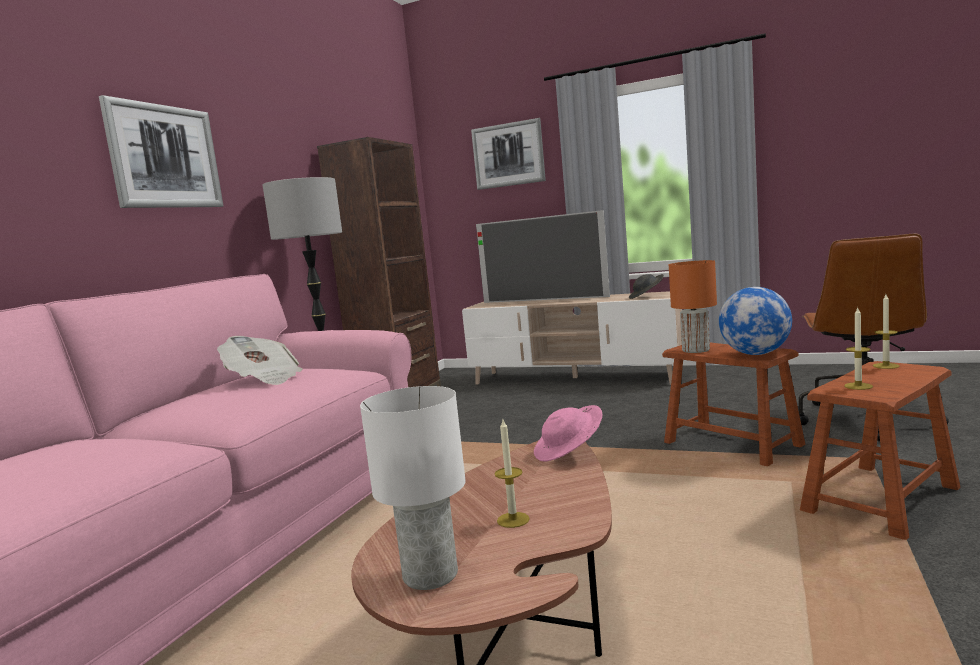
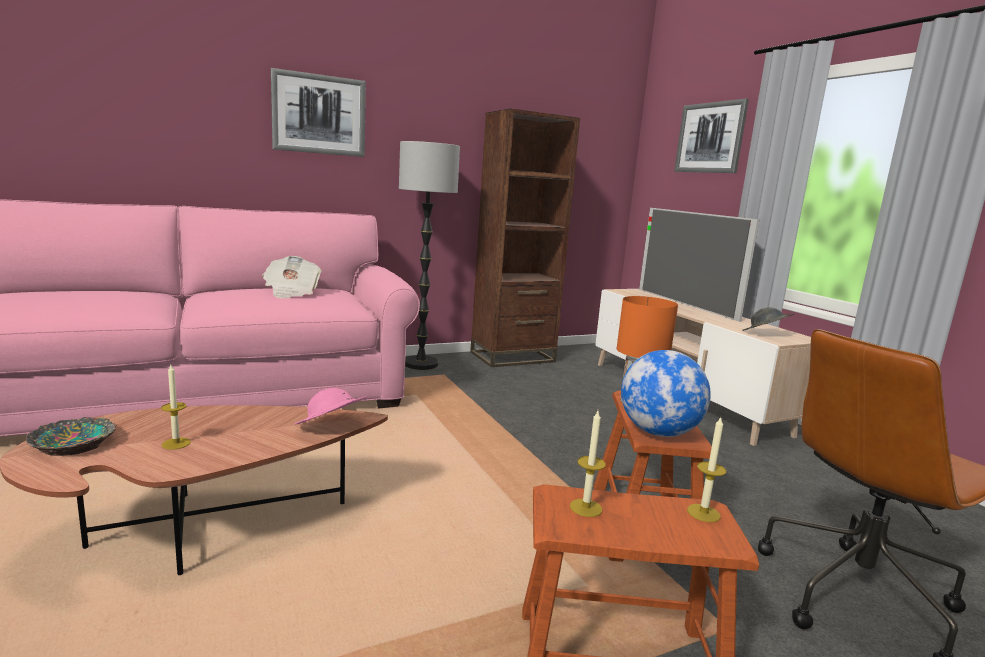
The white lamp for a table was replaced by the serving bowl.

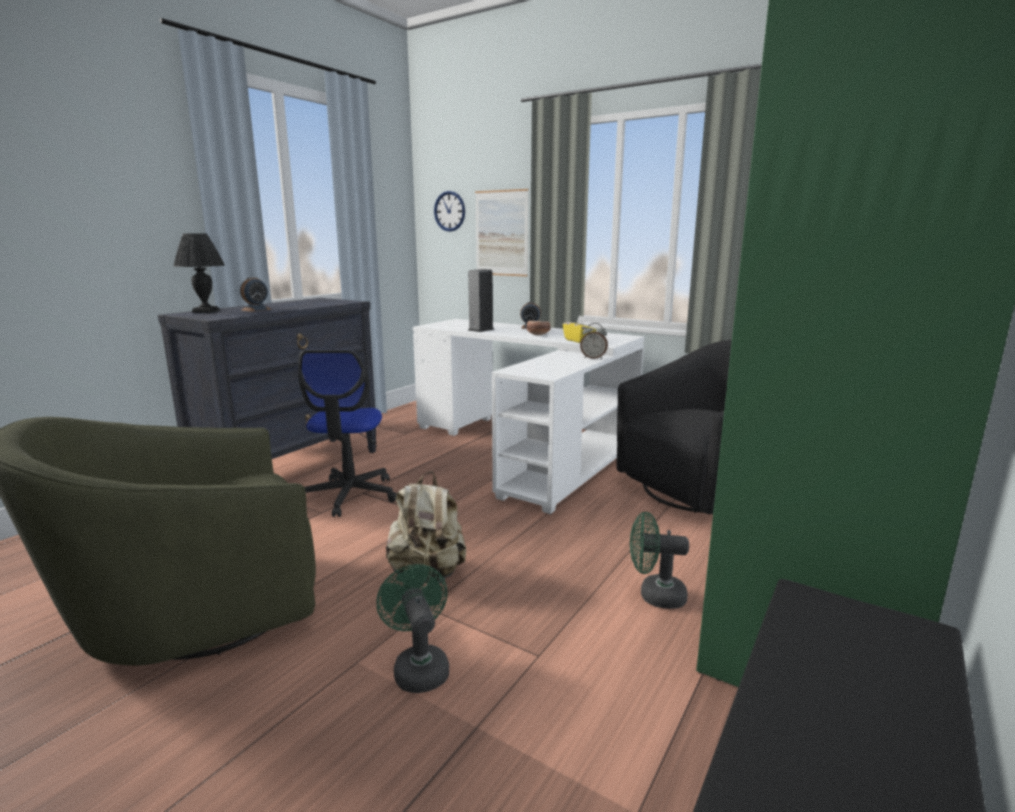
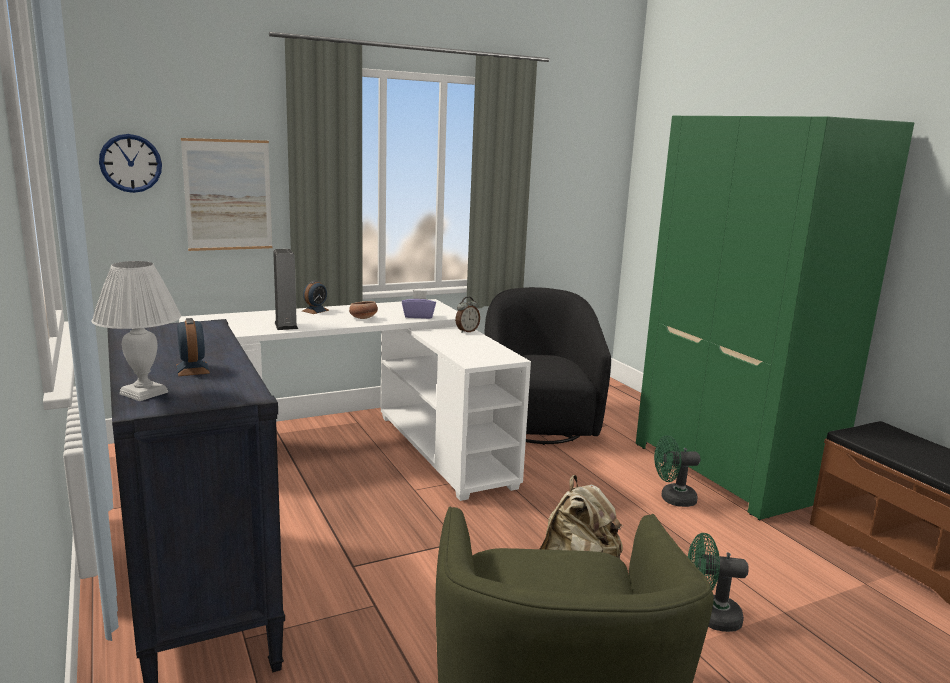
The blackish lamp for a table became the white lamp for a table.
The office chair disappeared.
The yellow tissue box became the purplish tissue box.
The green electric fan (2nd from left in the first image) turned 45 degrees clockwise.

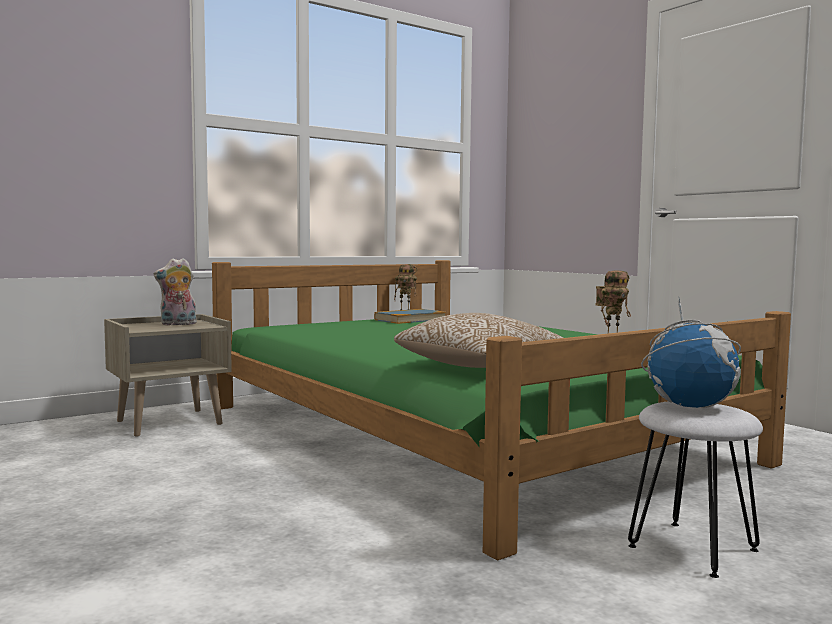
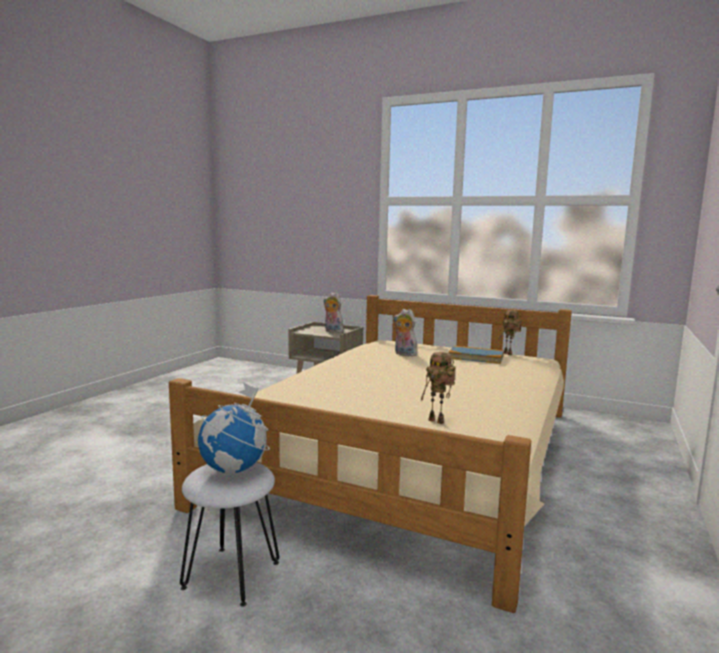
The green bedroom bed became the beige-coloured bedroom bed.
The pillow disappeared.
The cuddly toy (2nd from left) appeared.

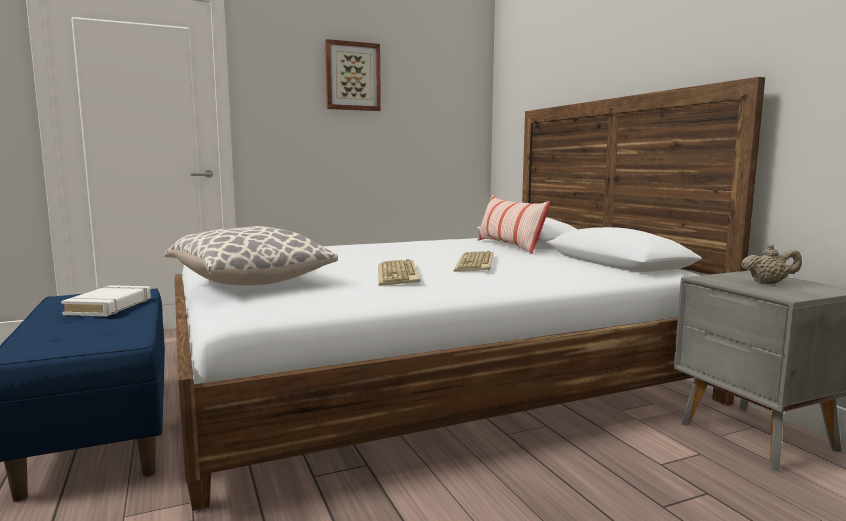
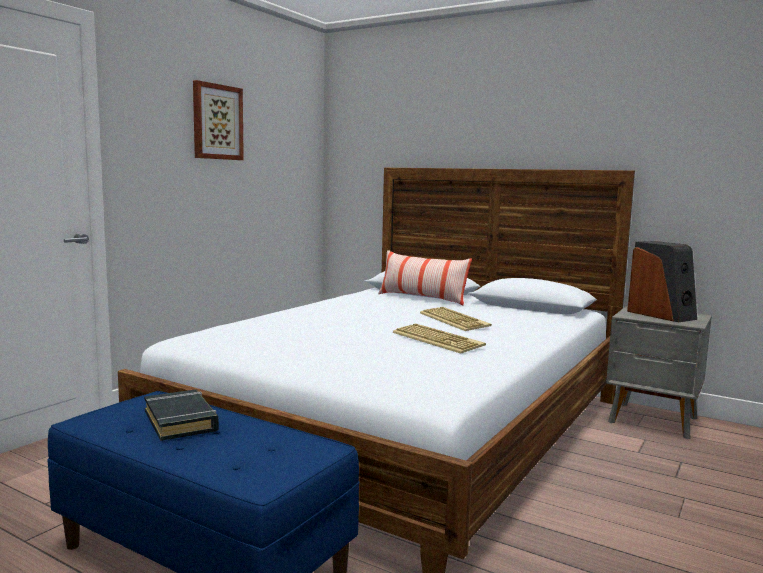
The white volume became the blackish volume.
The pillow (1st from left) disappeared.
The beige-coloured pot for tea was replaced by the loudspeaker.

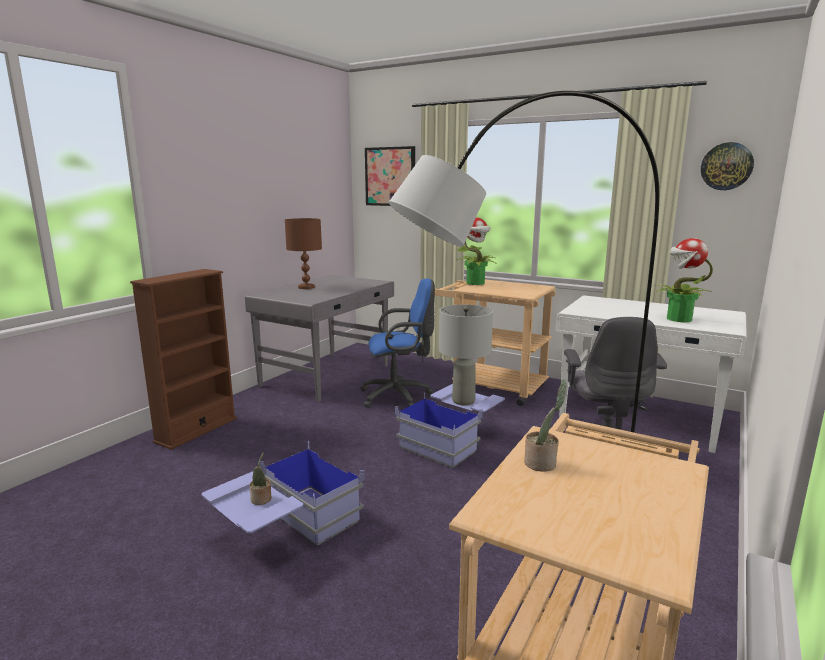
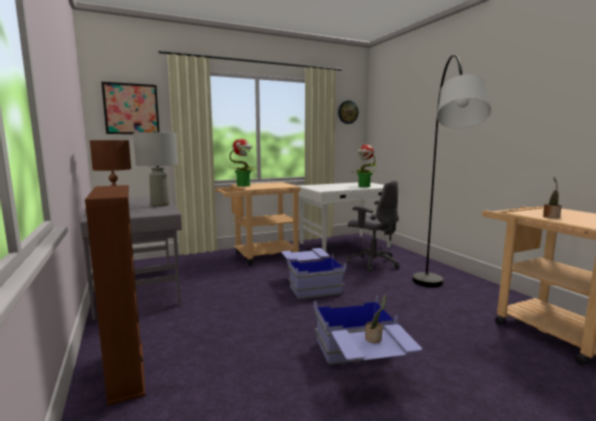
The bluish office chair disappeared.
The greyish lamp for a table moved.

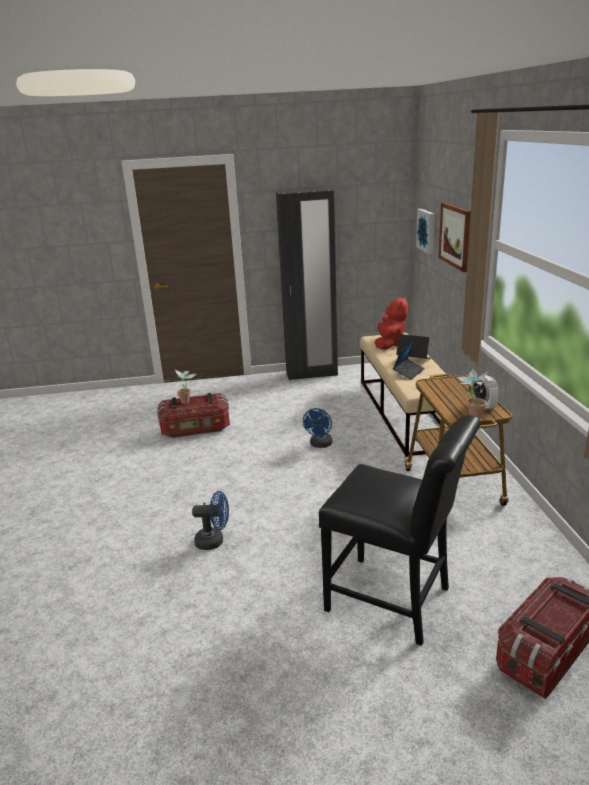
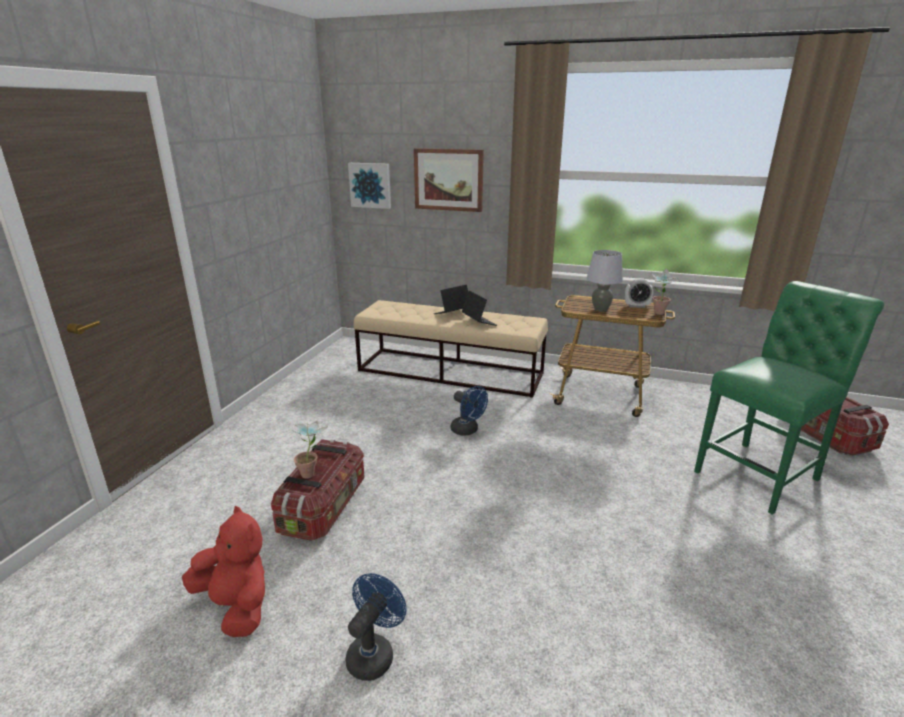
The bluish electric fan (1st from left) moved.
The blackish clothes cupboard disappeared.
The blackish plain chair became the green plain chair.
The red cuddly toy moved.
The greyish lamp for a table appeared.

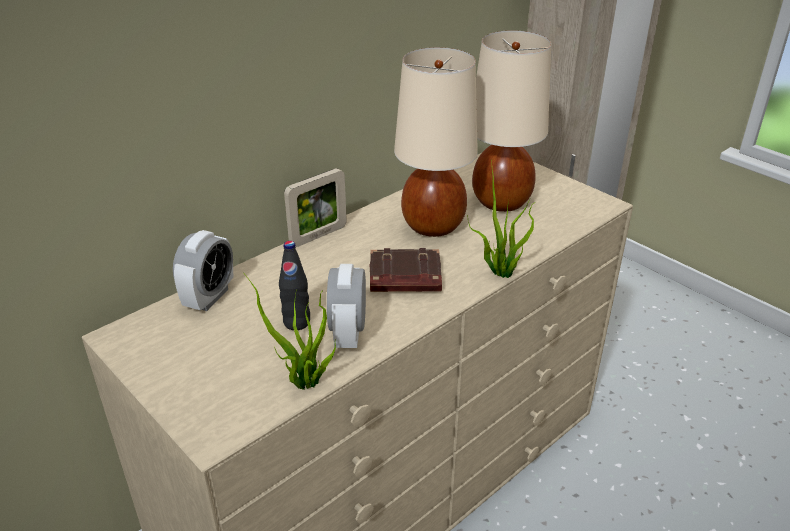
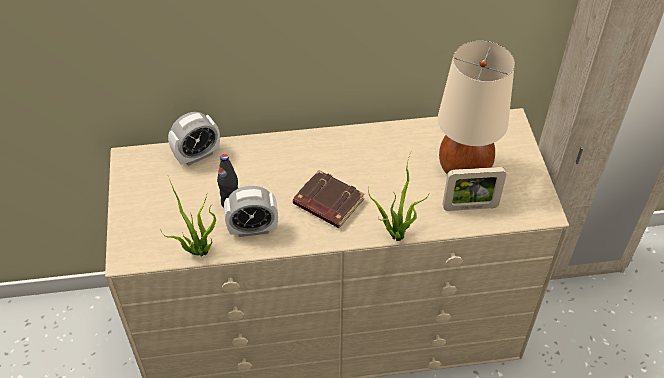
The photo frame moved.
The alarm clock (2nd from left) turned 135 degrees counterclockwise.
The beige-coloured lamp for a table (1st from left) disappeared.

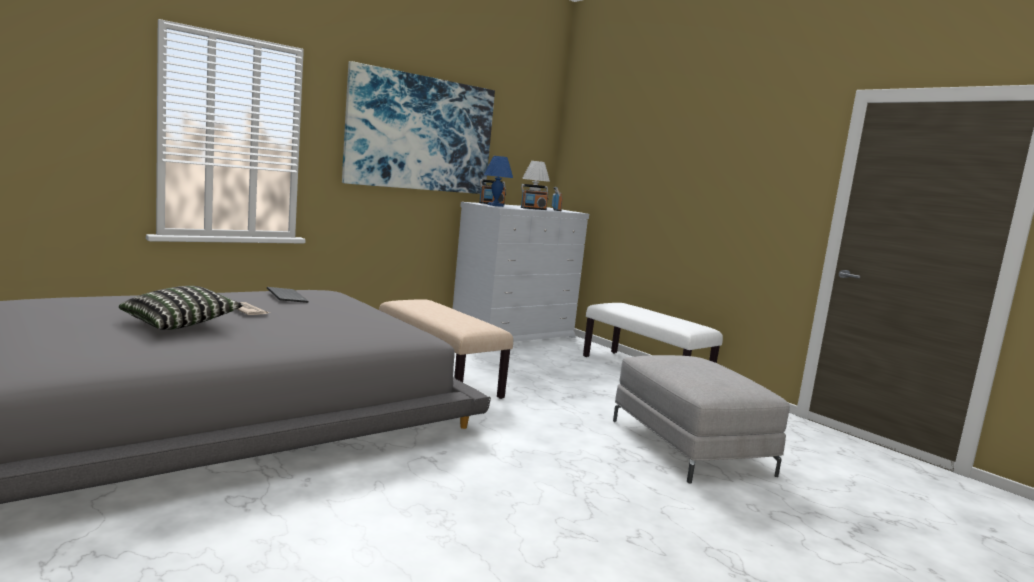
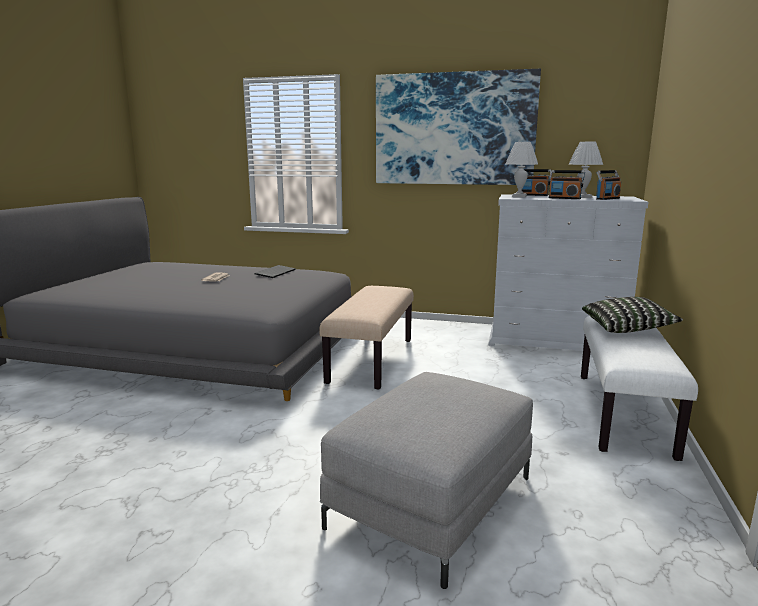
The pillow moved.
The bluish lamp for a table became the white lamp for a table (1st from left).

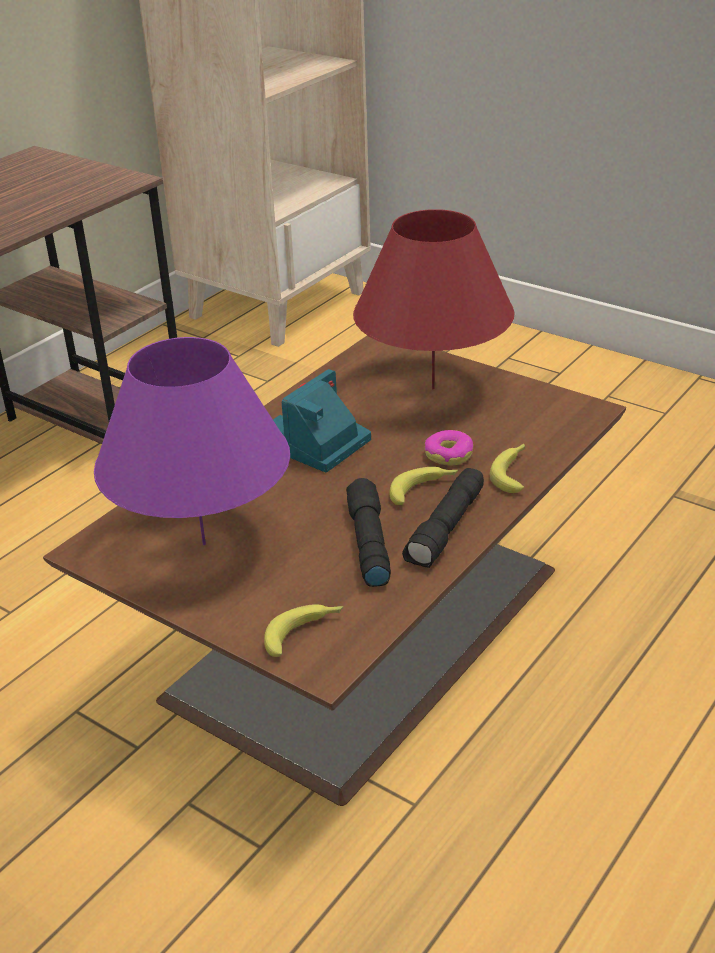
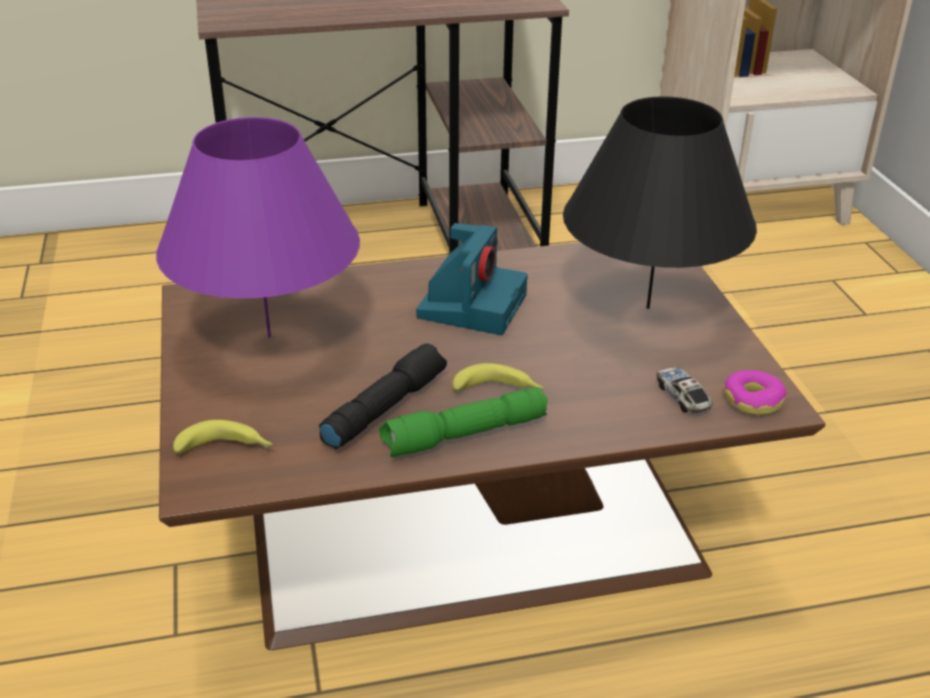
The photo camera turned 120 degrees clockwise.
The red lamp for a table became the blackish lamp for a table.
The blackish hand torch (2nd from left) became the green hand torch.
The donut moved.
The whole banana (3rd from left) disappeared.
The toy car appeared.

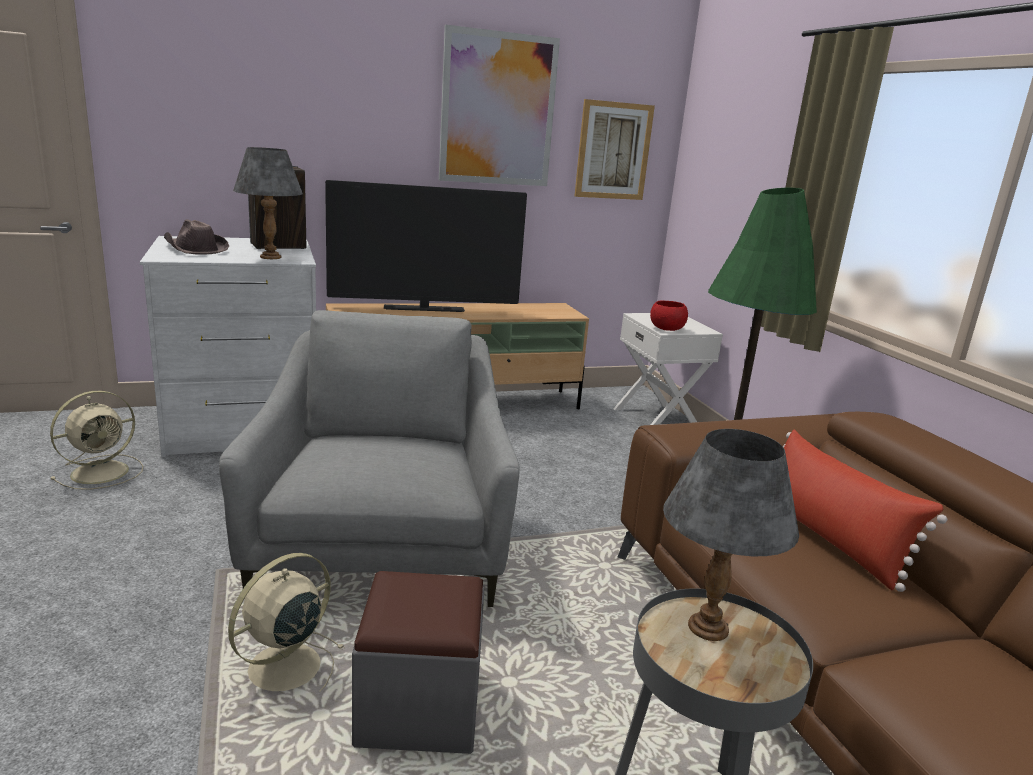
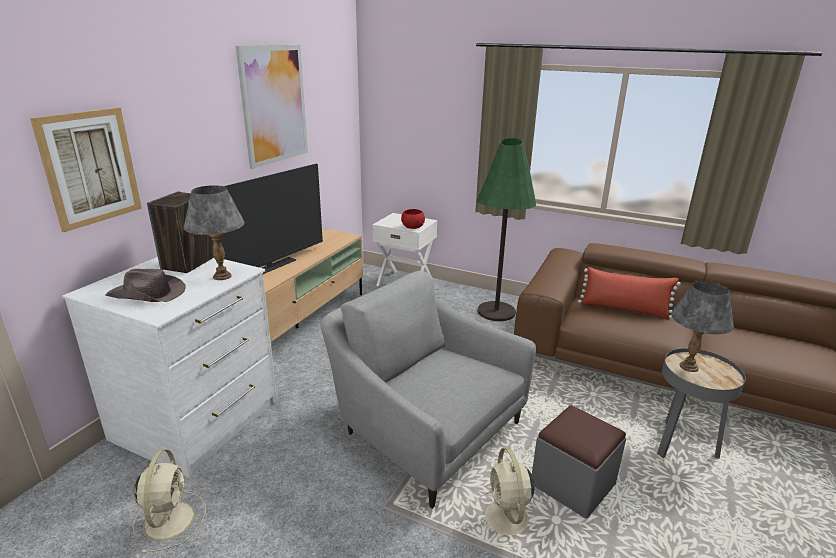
The picture (2nd from left in the first image) moved.

